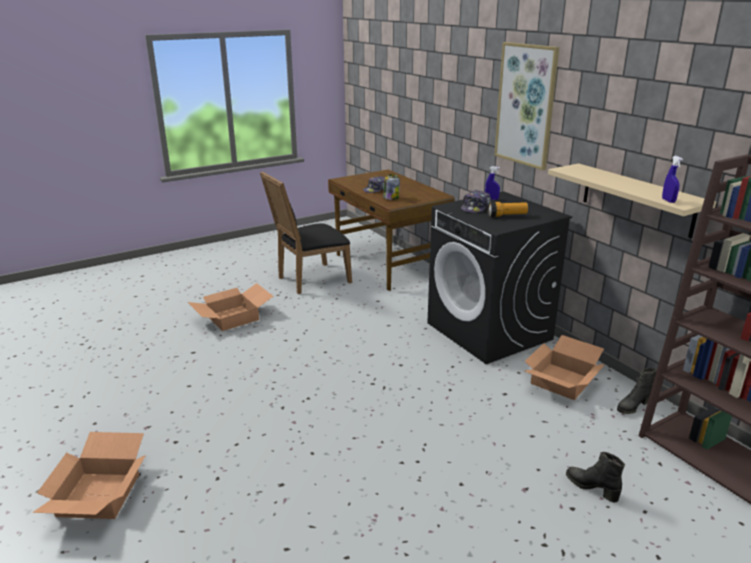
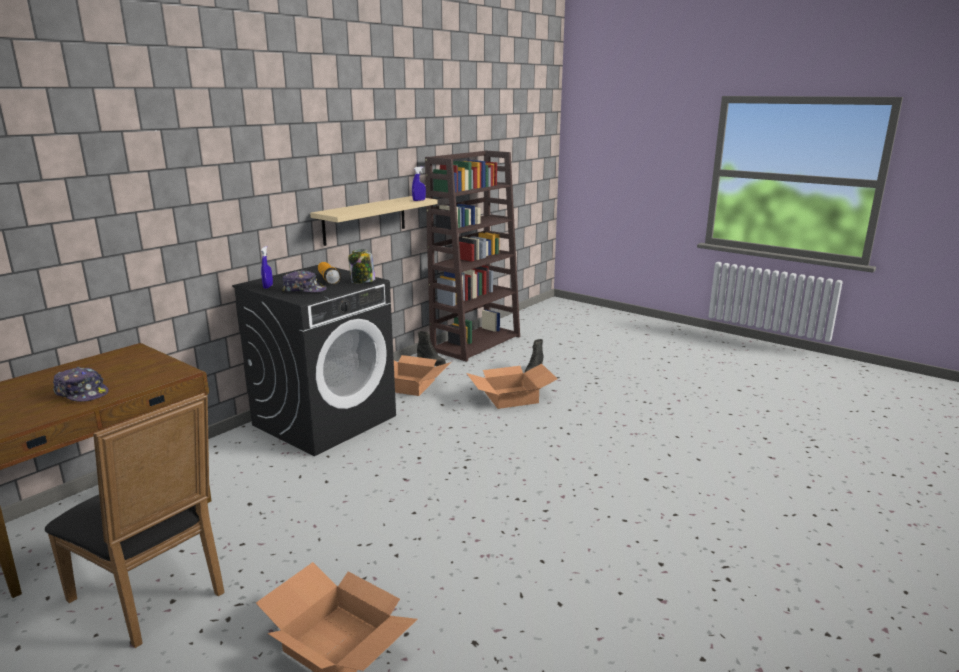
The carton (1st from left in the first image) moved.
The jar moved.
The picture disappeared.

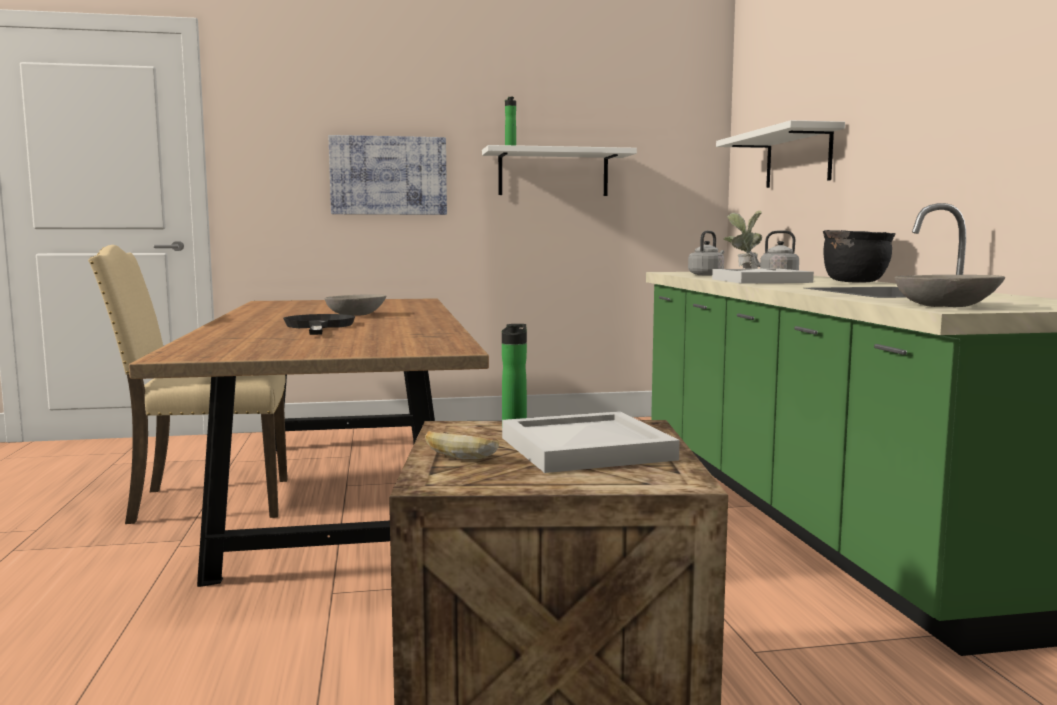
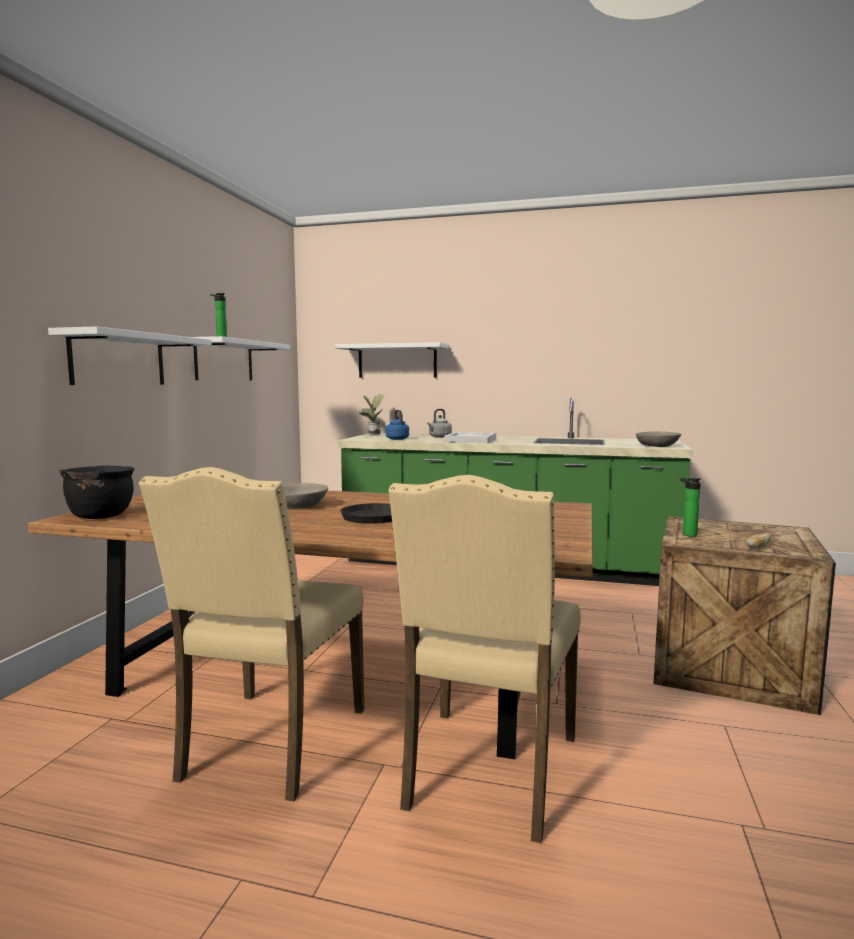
The picture was replaced by the white bracket shelf (1st from left).
The white tray (1st from left) disappeared.
The greyish kettle (1st from left) became the bluish kettle.
The blackish cooking pot moved.
The beige-coloured plain chair (2nd from left) appeared.

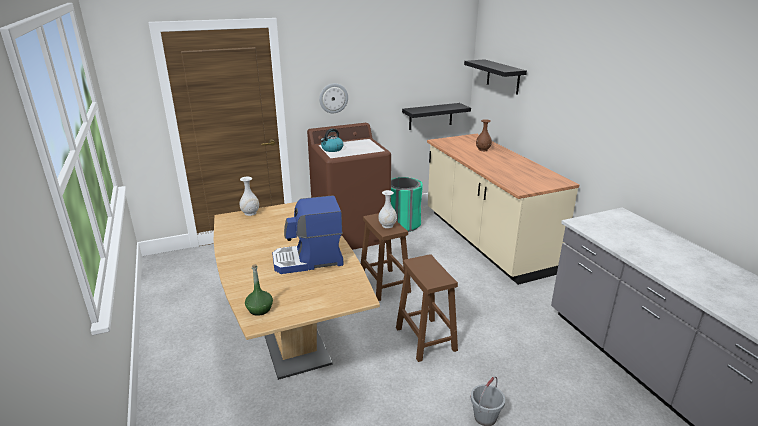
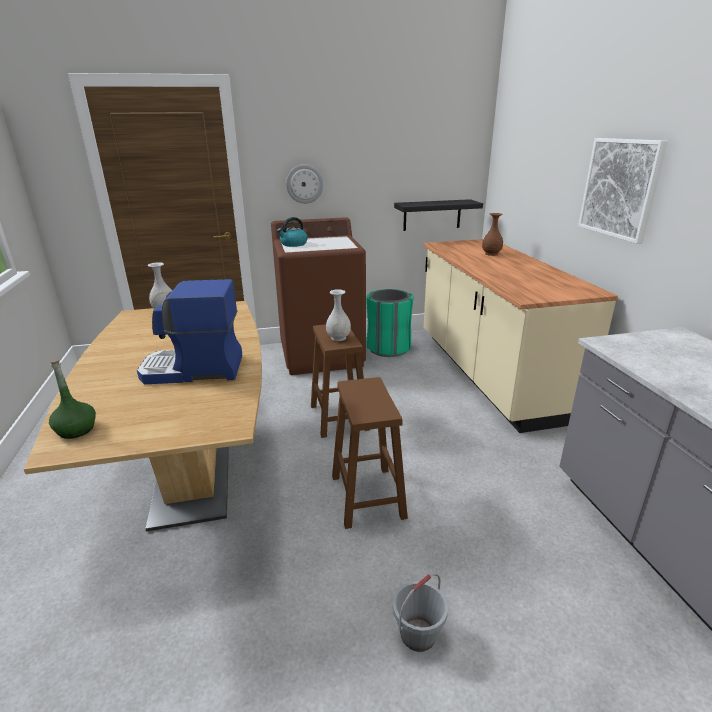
The blackish bracket shelf (2nd from left) disappeared.
The picture appeared.

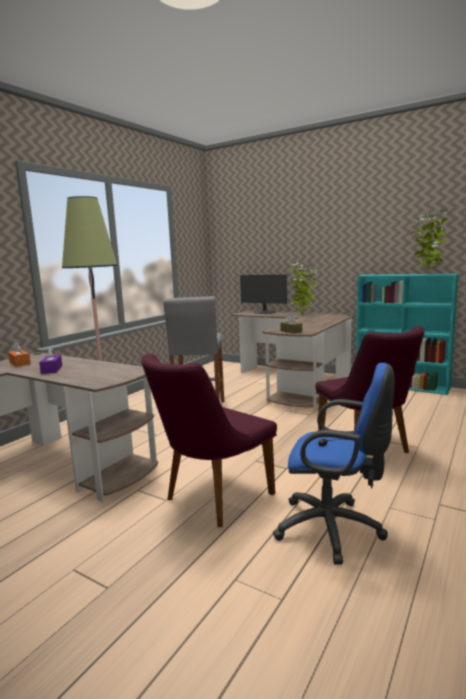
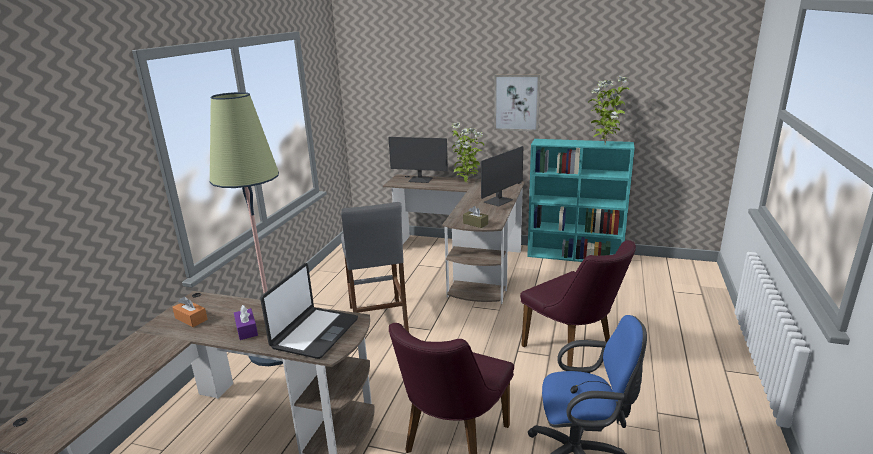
The notebook computer appeared.
The monitor (2nd from left) appeared.
The picture appeared.

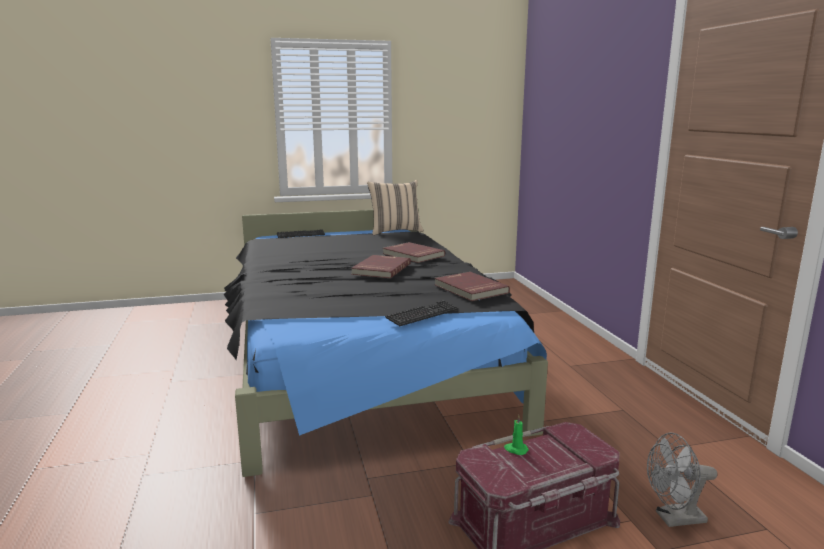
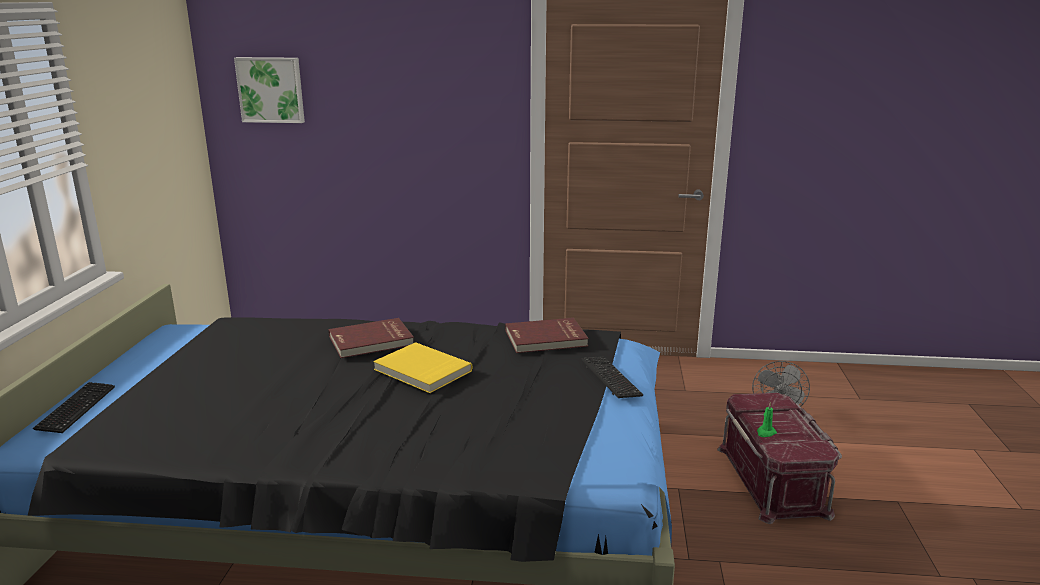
The red volume (1st from left) became the yellow volume.
The beige-coloured pillow disappeared.
The picture appeared.

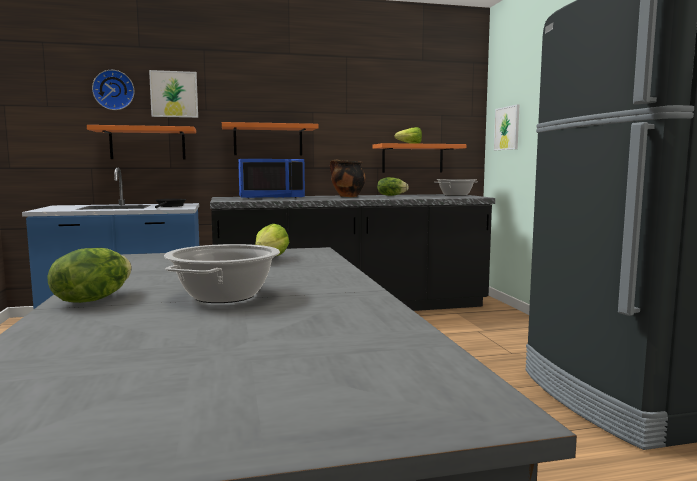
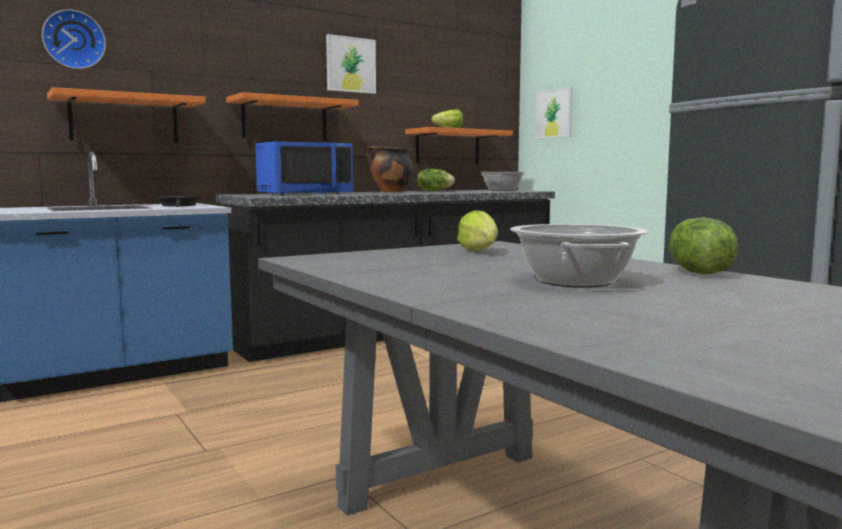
The head of lettuce (1st from left in the first image) moved.
The picture (1st from left) moved.

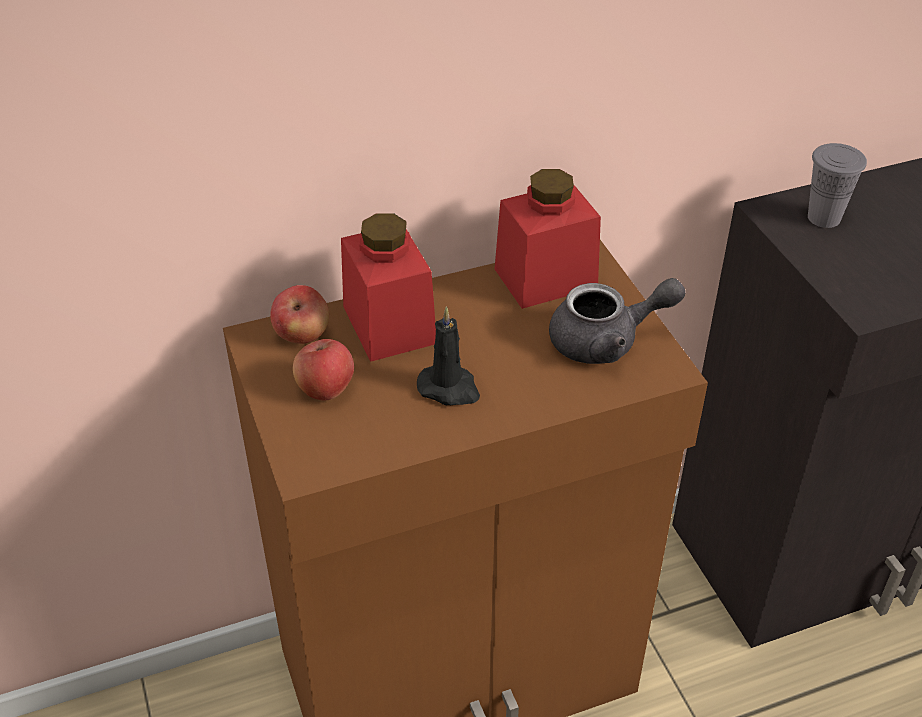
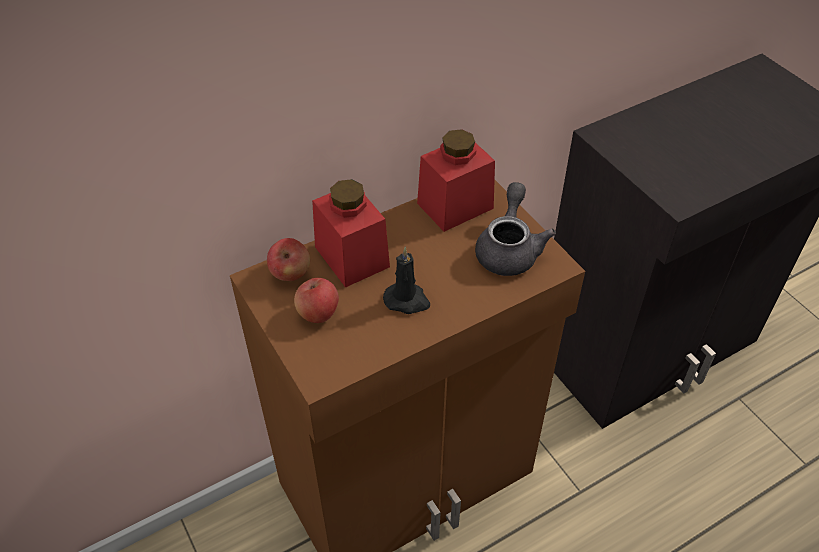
The greyish pot for tea turned 60 degrees counterclockwise.
The greyish drinking cup disappeared.

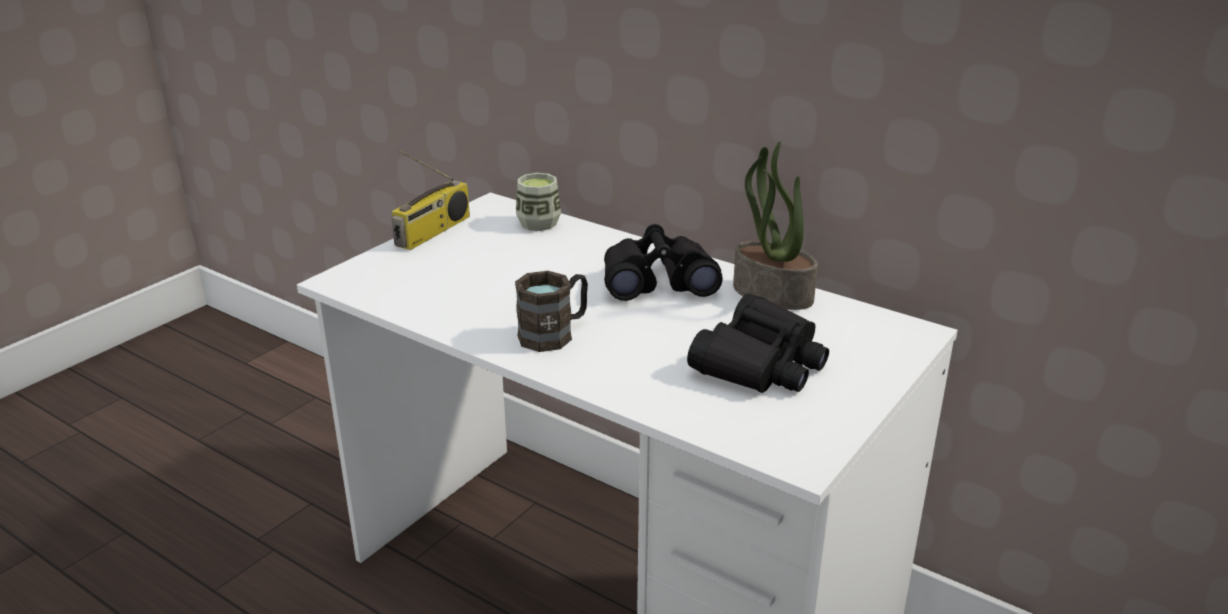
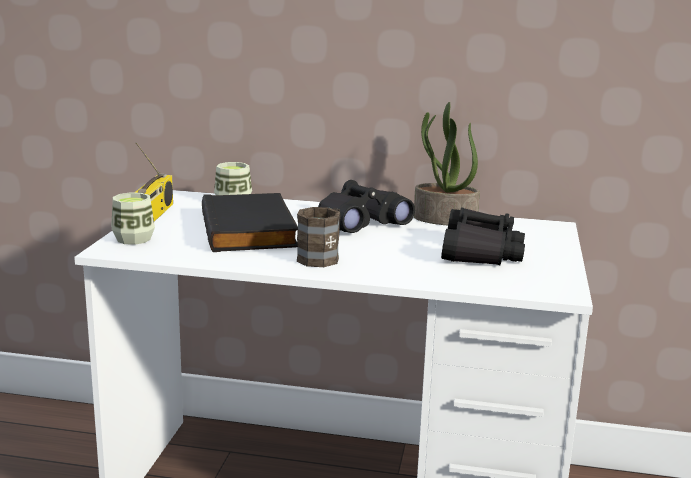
The drinking cup (1st from left) appeared.
The blackish volume appeared.

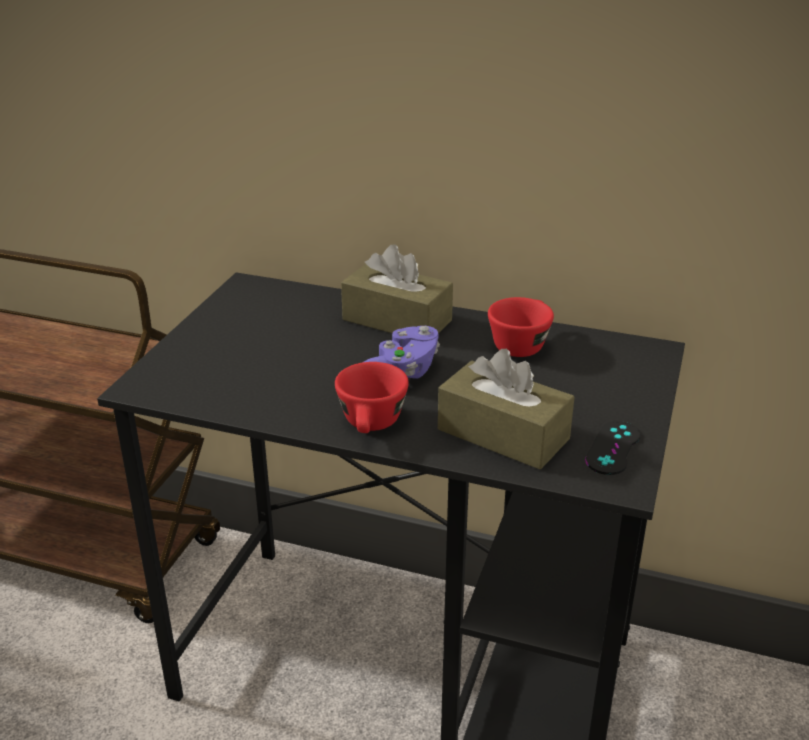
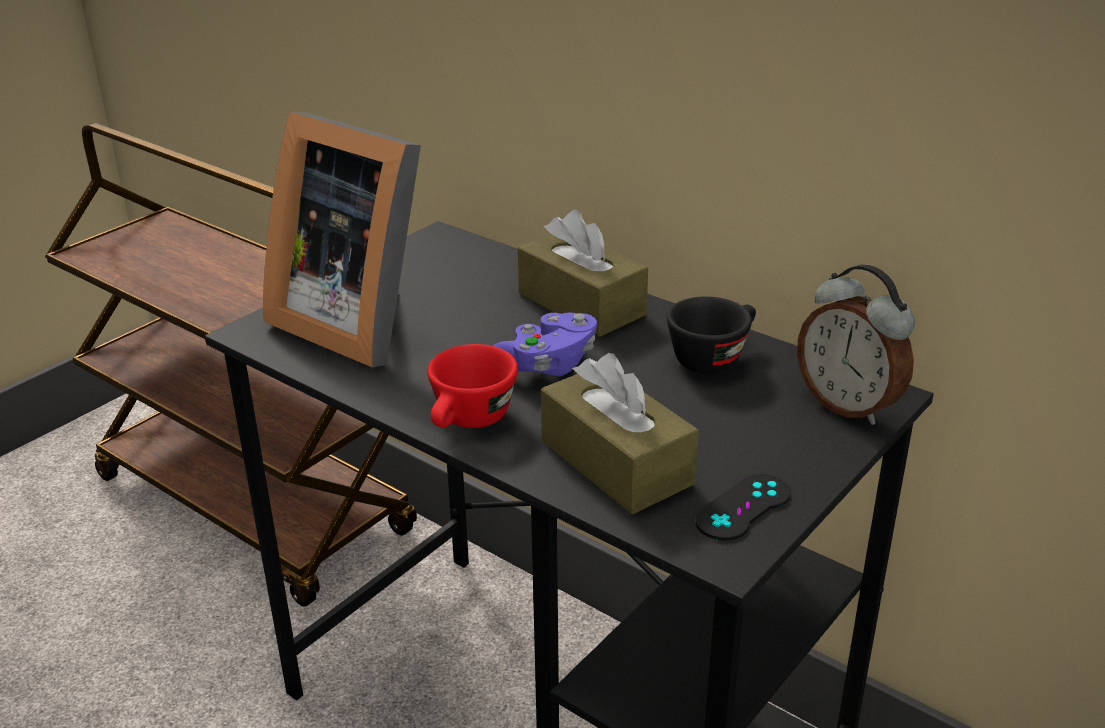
The red drinking cup (2nd from left) became the blackish drinking cup.
The photo frame appeared.
The alarm clock appeared.

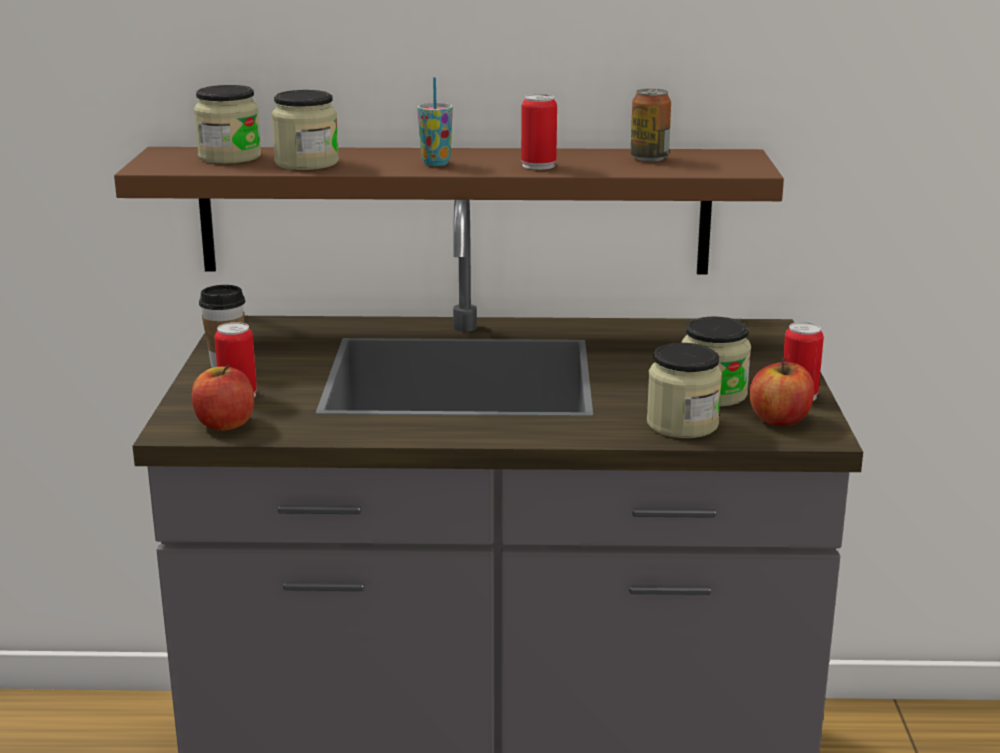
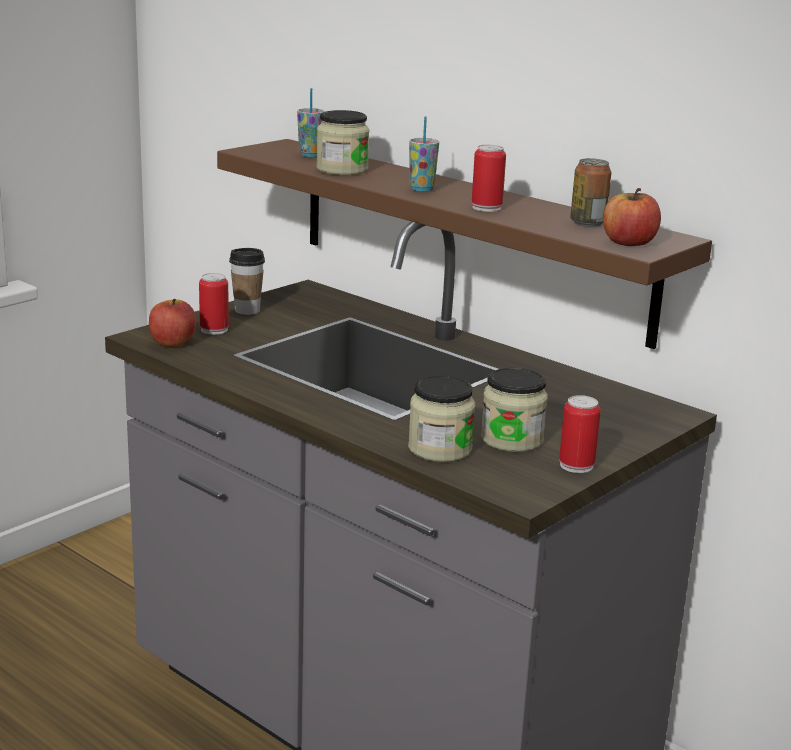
The jar (1st from left) was replaced by the drinking cup (2nd from left).
The whole apple (2nd from left) moved.

